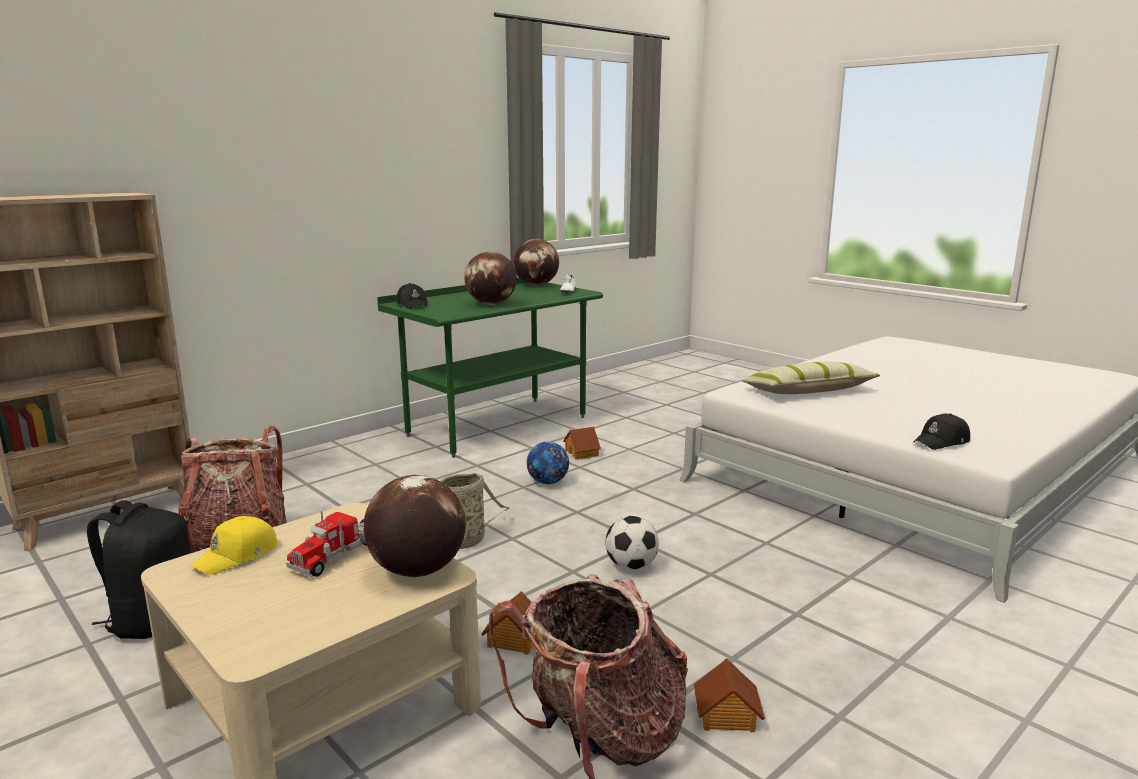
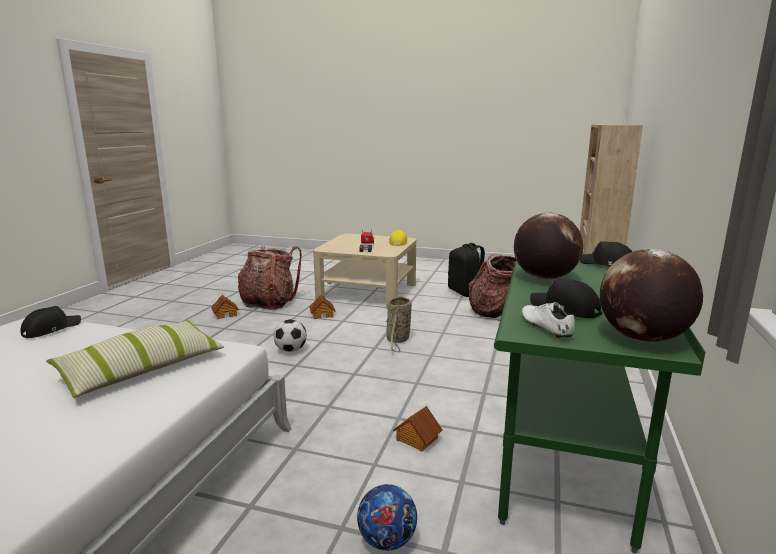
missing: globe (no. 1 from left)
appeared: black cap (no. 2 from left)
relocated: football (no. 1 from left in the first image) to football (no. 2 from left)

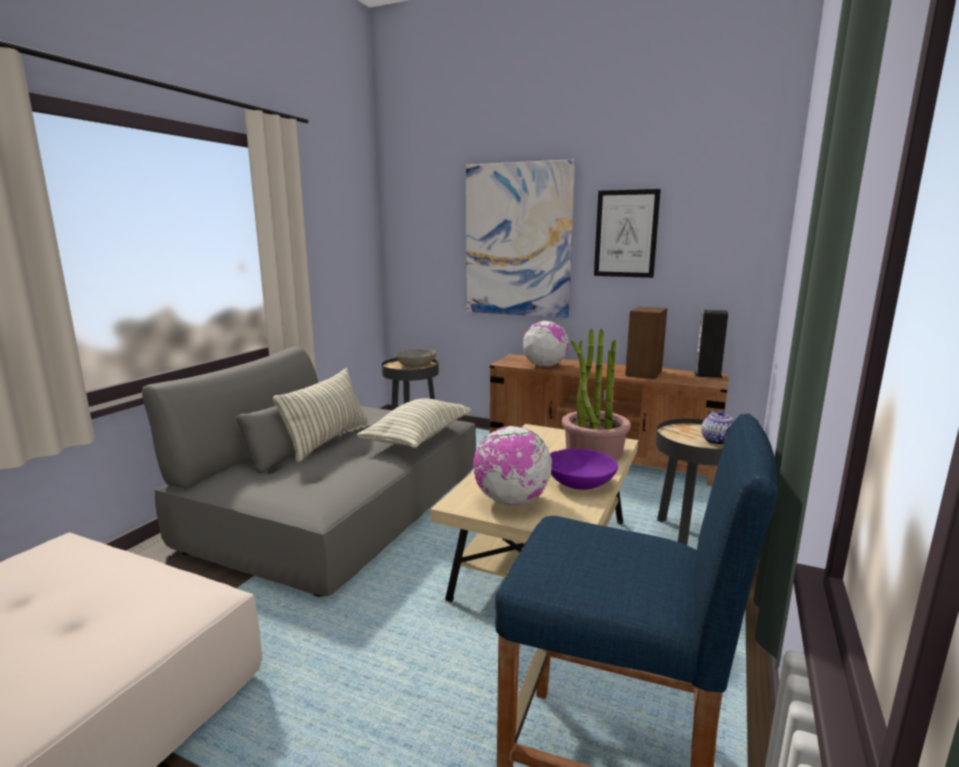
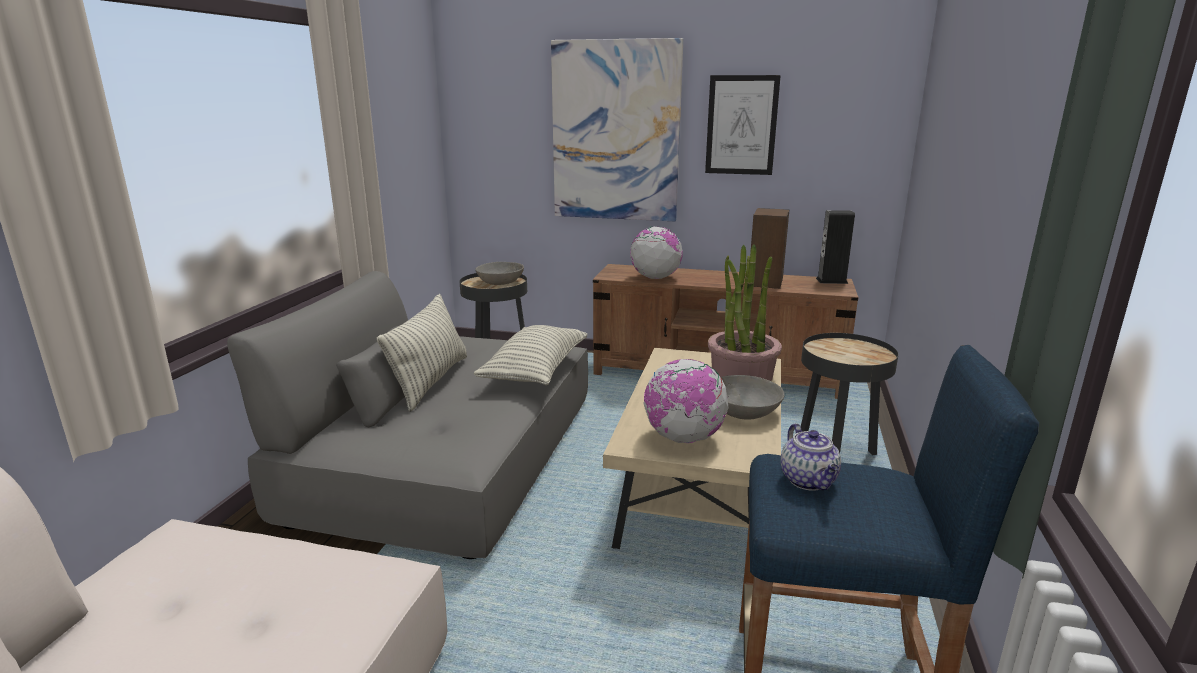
relocated: teapot
colour: purple bowl to grey bowl (no. 2 from left)

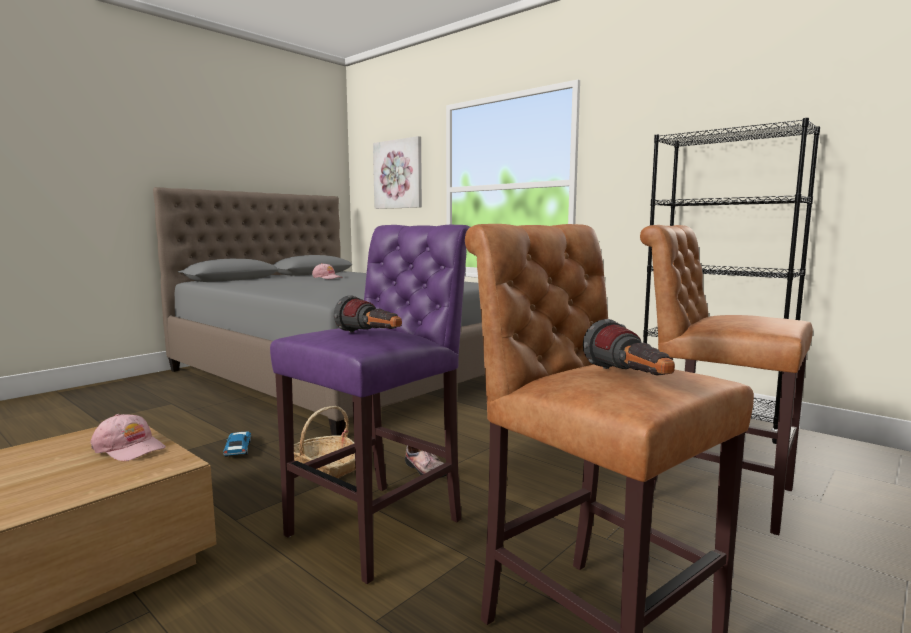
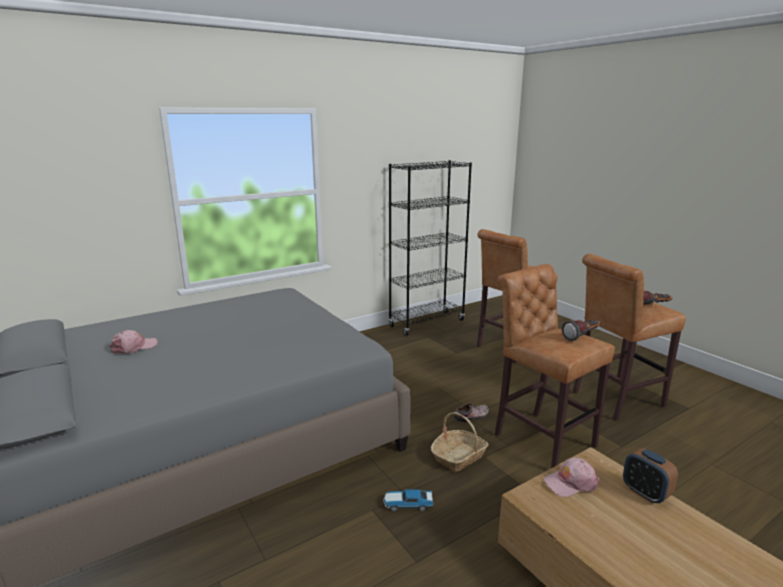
missing: picture
appeared: alarm clock
colour: purple stool to brown stool (no. 2 from left)
spun: pink cap (no. 1 from left in the first image) 150 degrees counterclockwise

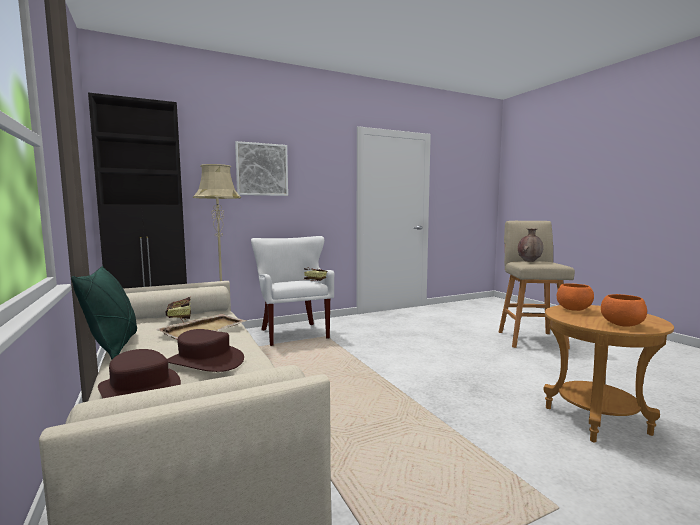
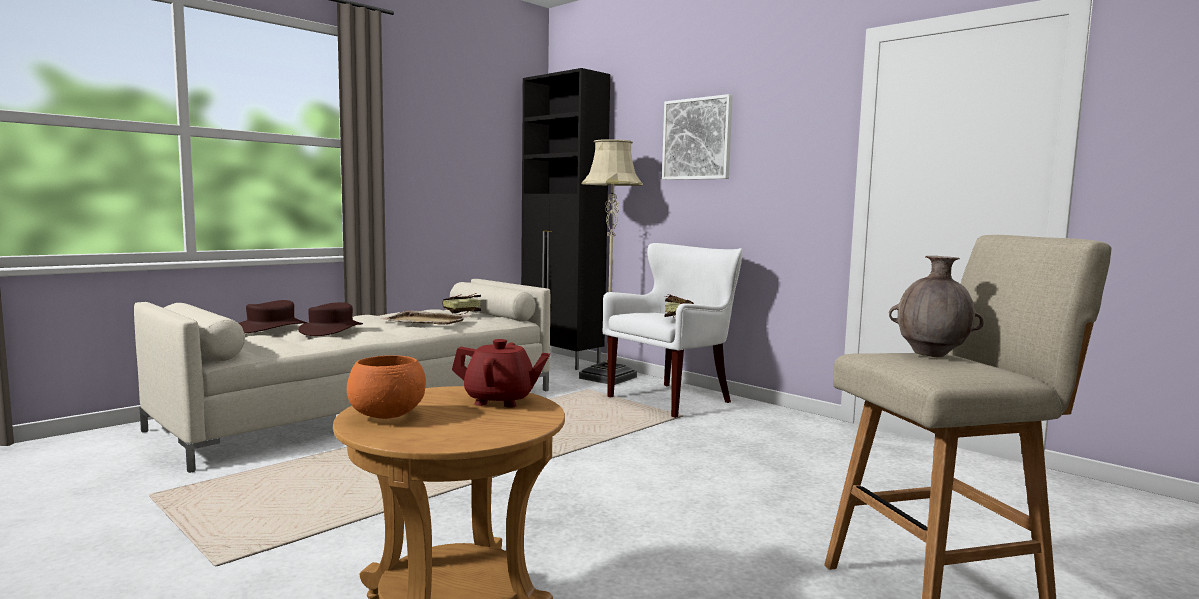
missing: green pillow
exchanged: orange bowl (no. 1 from left) to red teapot

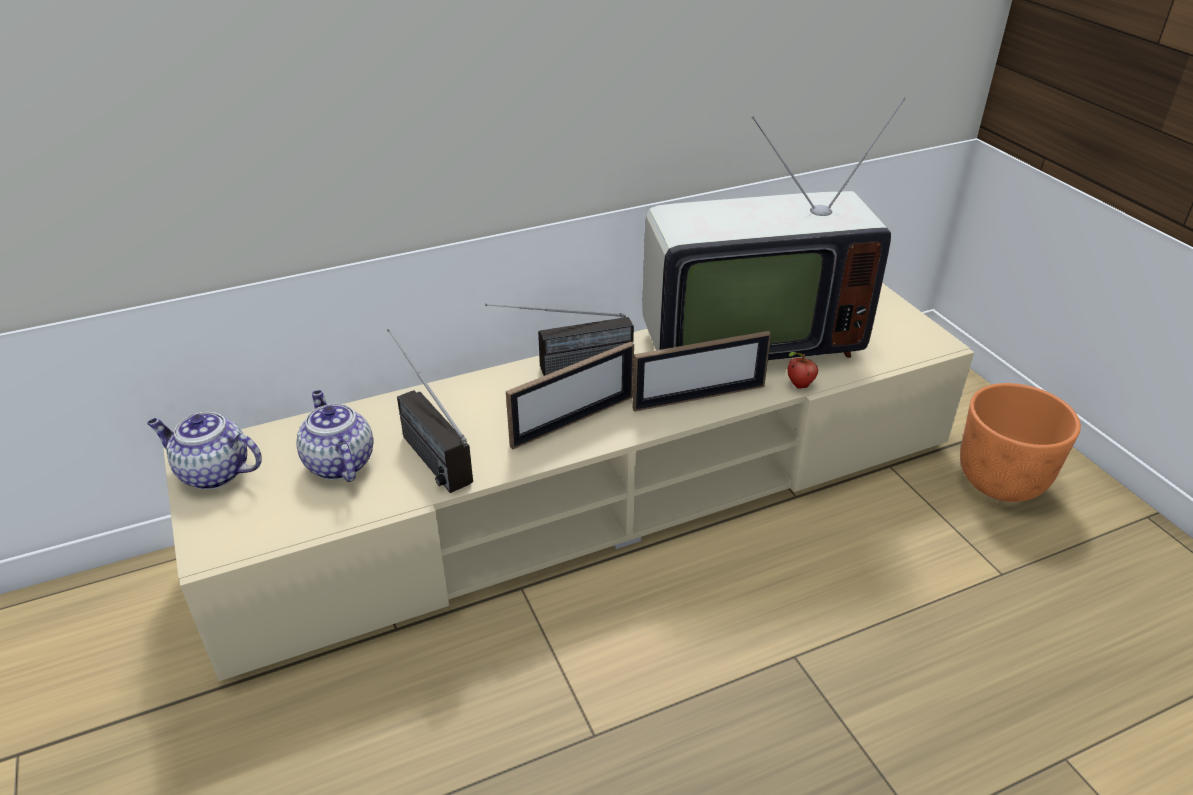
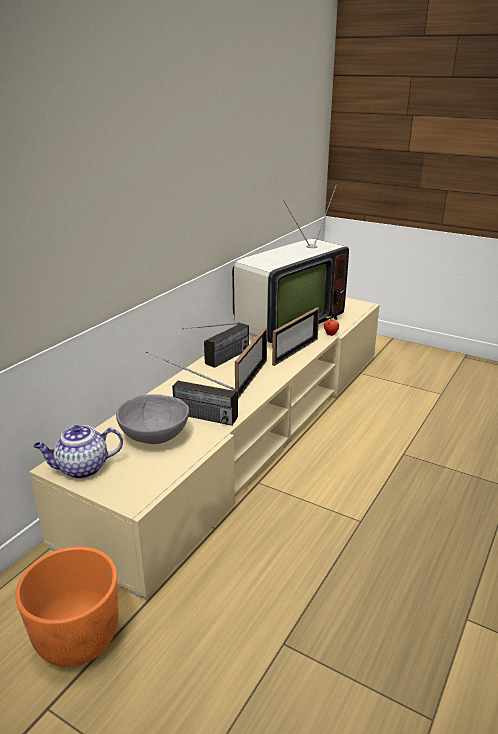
relocated: orange planter
exchanged: teapot (no. 2 from left) to grey bowl

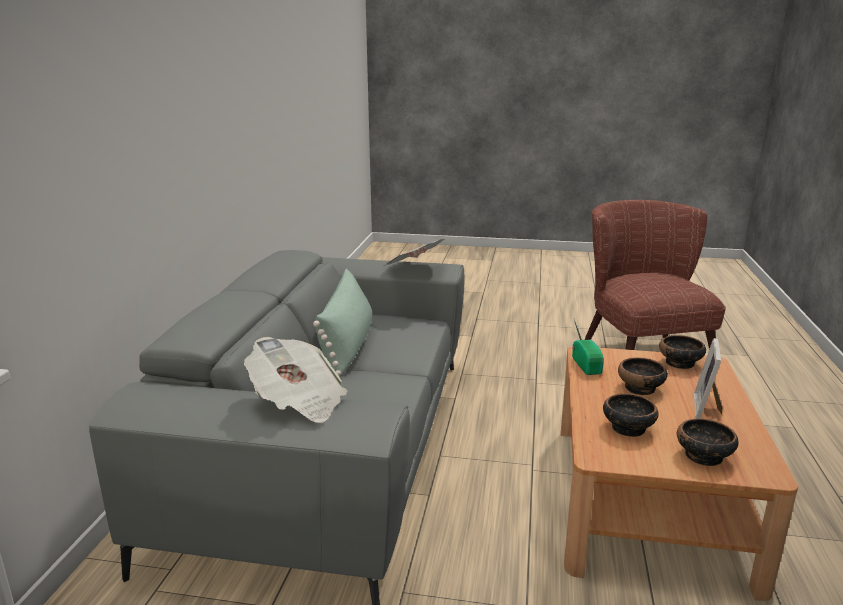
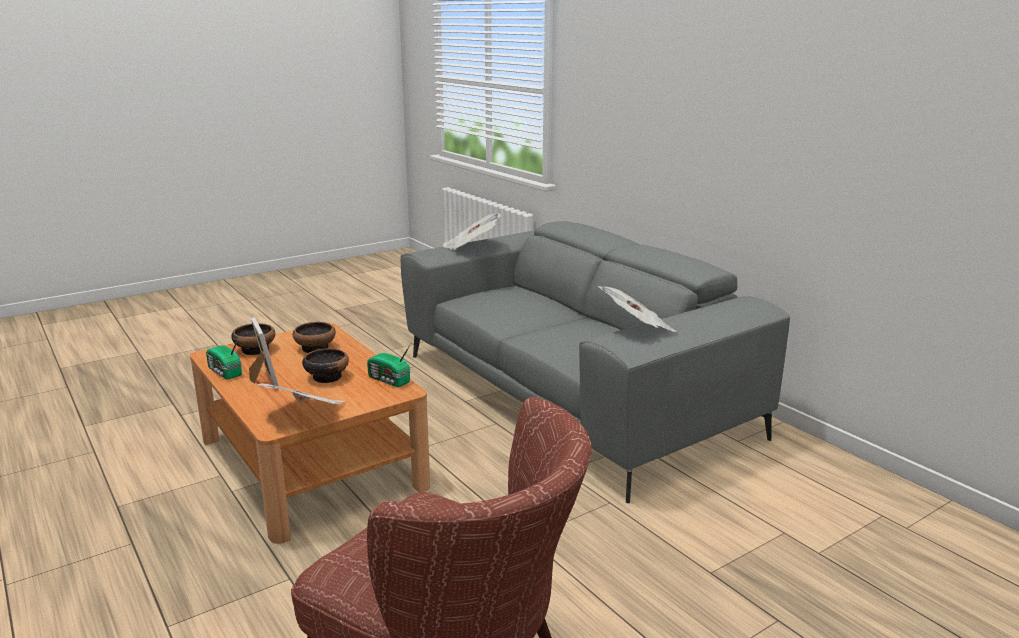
missing: green pillow
appeared: radio (no. 1 from left)
exchanged: bowl (no. 3 from left) to newspaper (no. 1 from left)

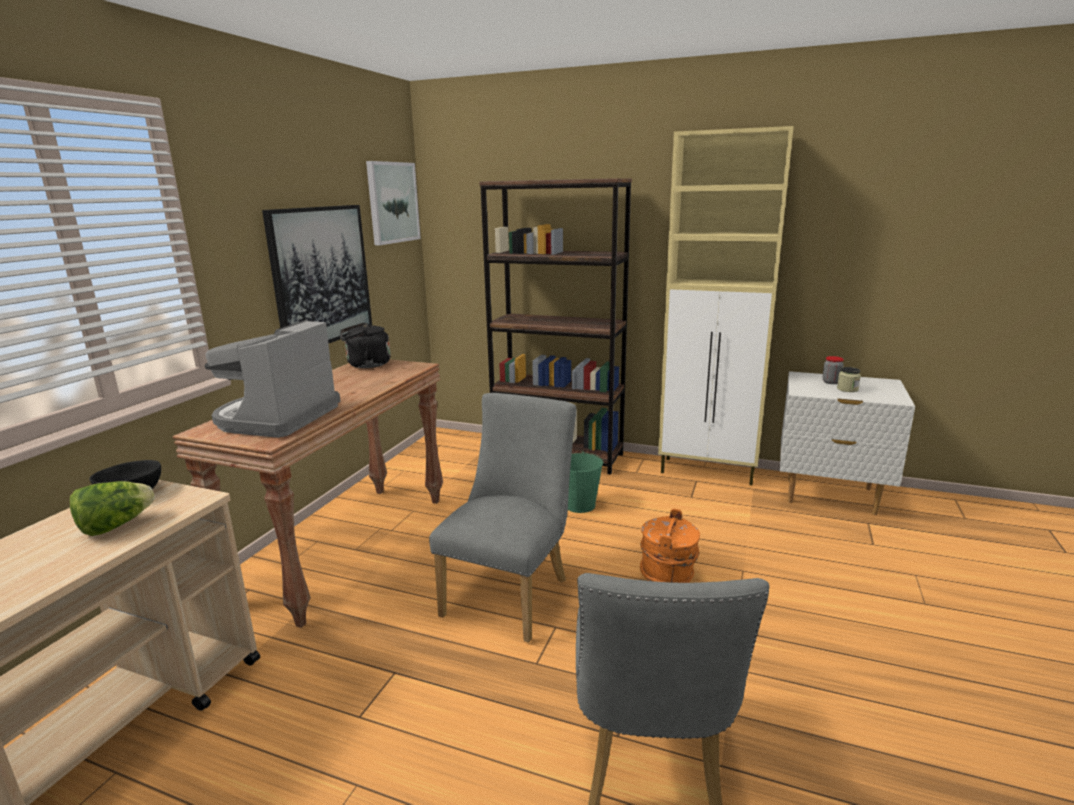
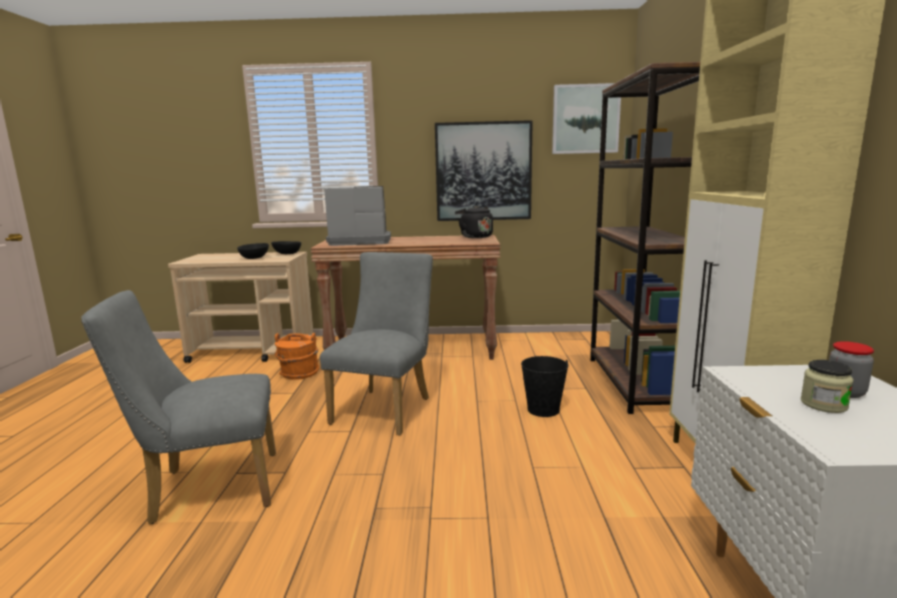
relocated: orange bucket
exchanged: lettuce to black bowl (no. 1 from left)
colour: green bucket to black bucket
spun: grey chair (no. 1 from left in the first image) 75 degrees counterclockwise

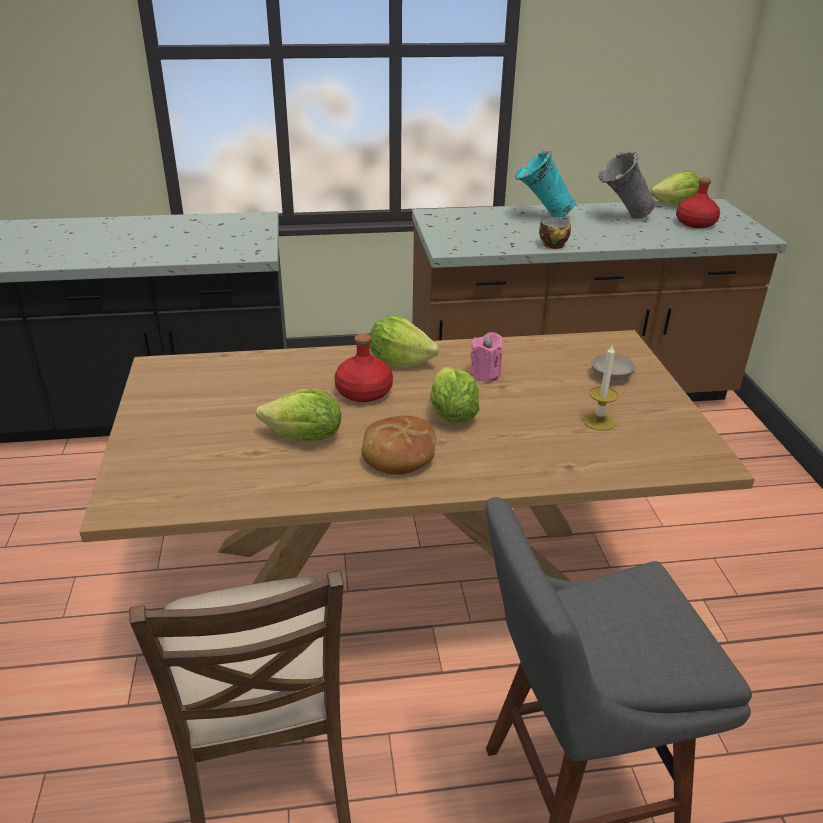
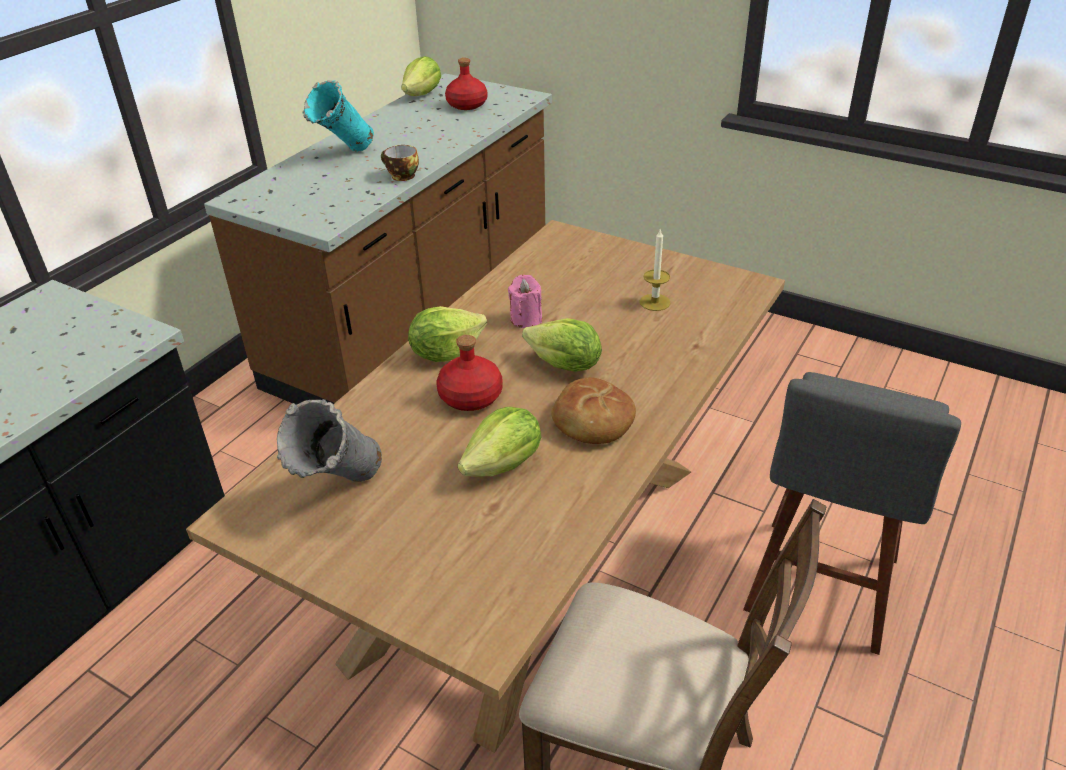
missing: beige bowl
relocated: grey vase

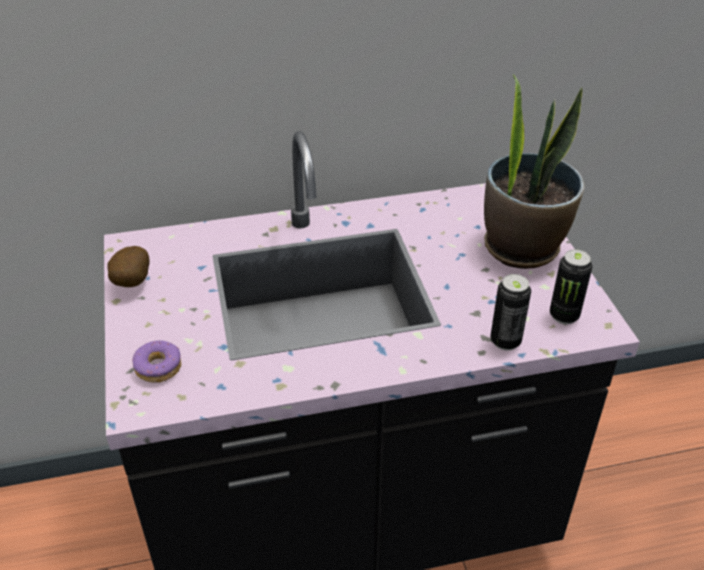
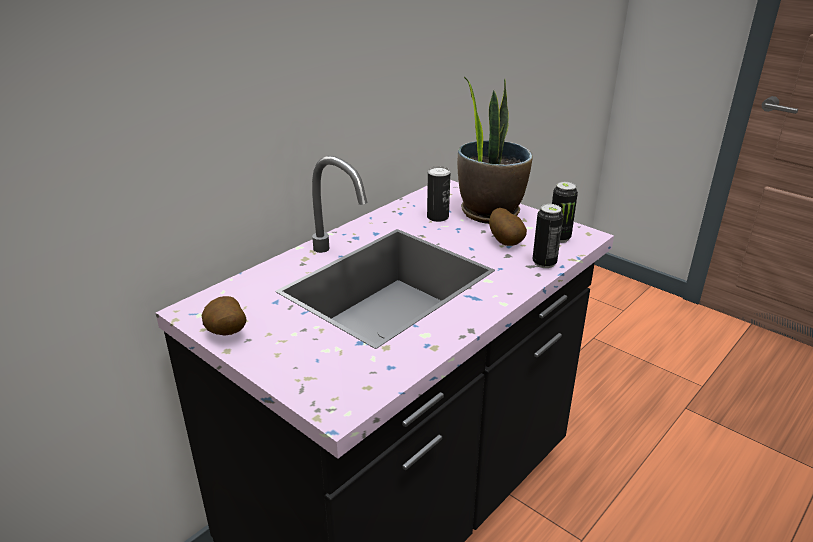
missing: donut
appeared: can (no. 1 from left); potato (no. 2 from left)

